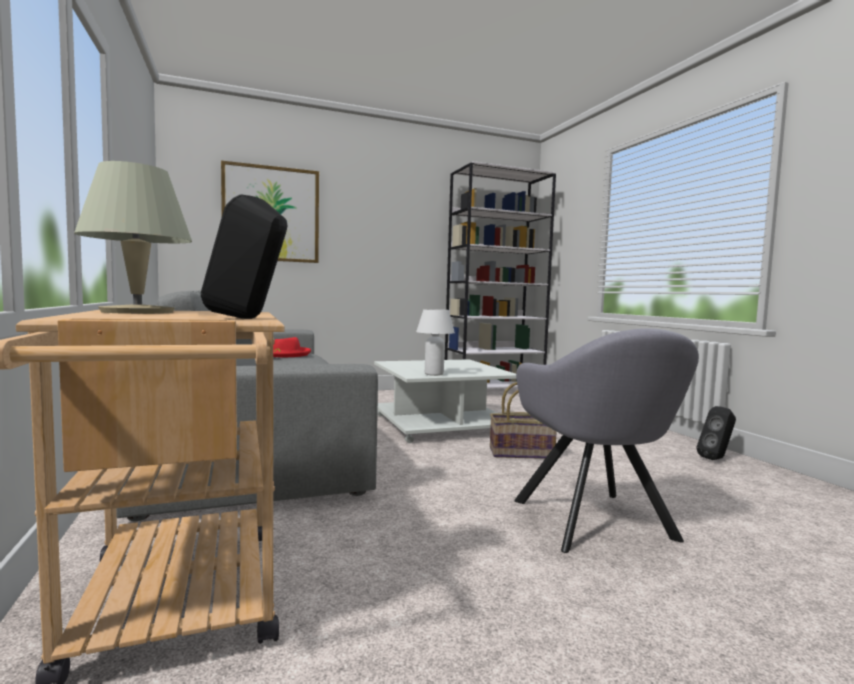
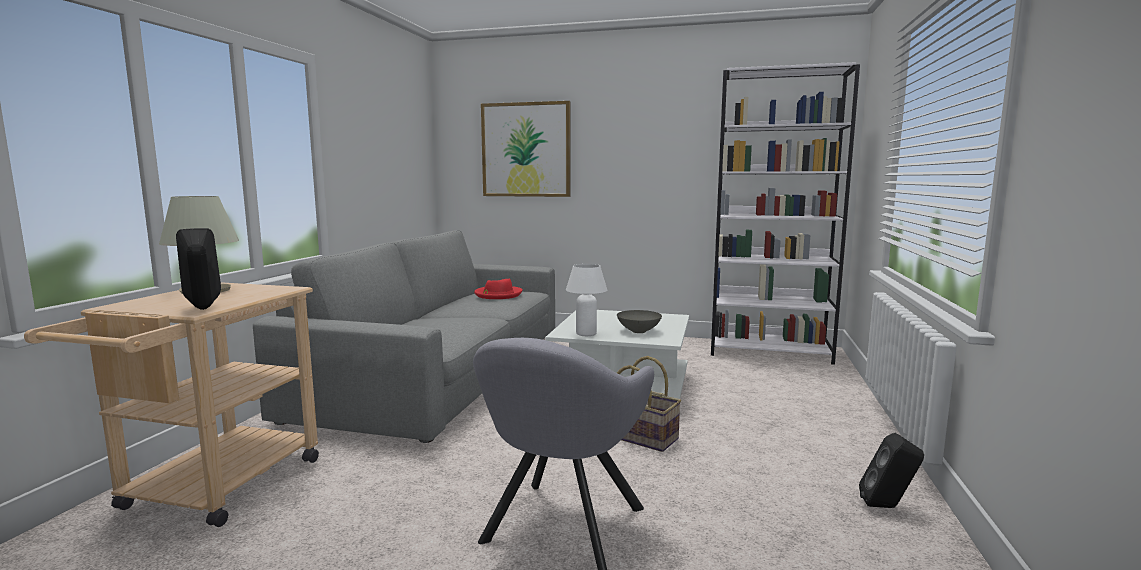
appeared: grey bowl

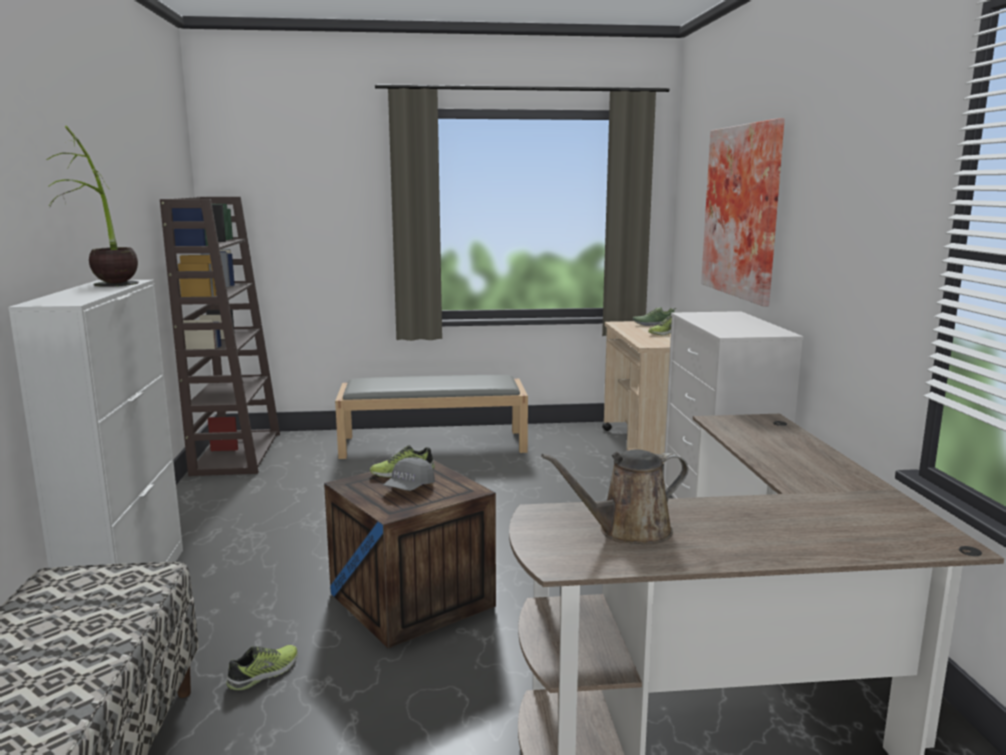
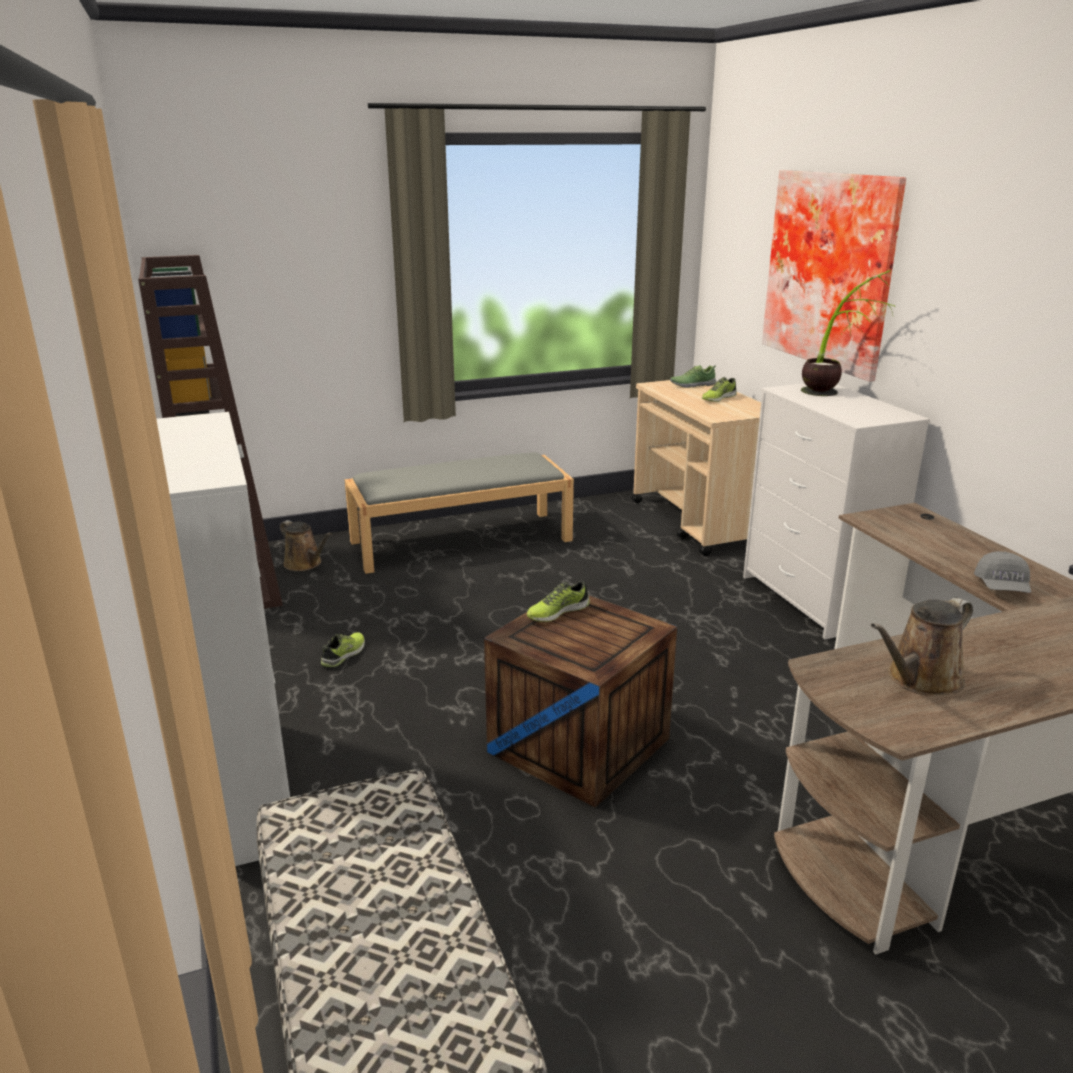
appeared: brown watering can (no. 1 from left)
relocated: potted plant; shoe (no. 1 from left); grey cap

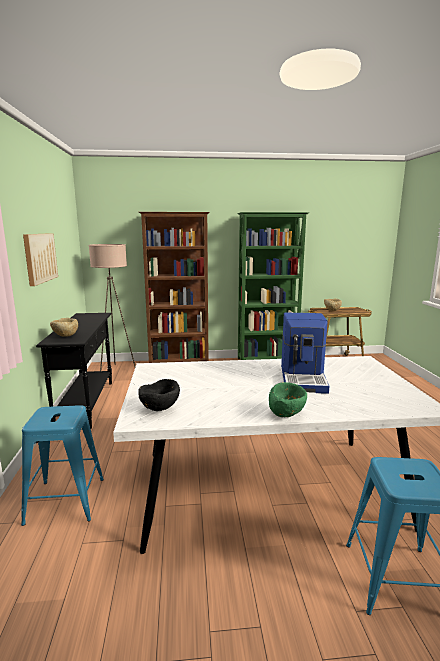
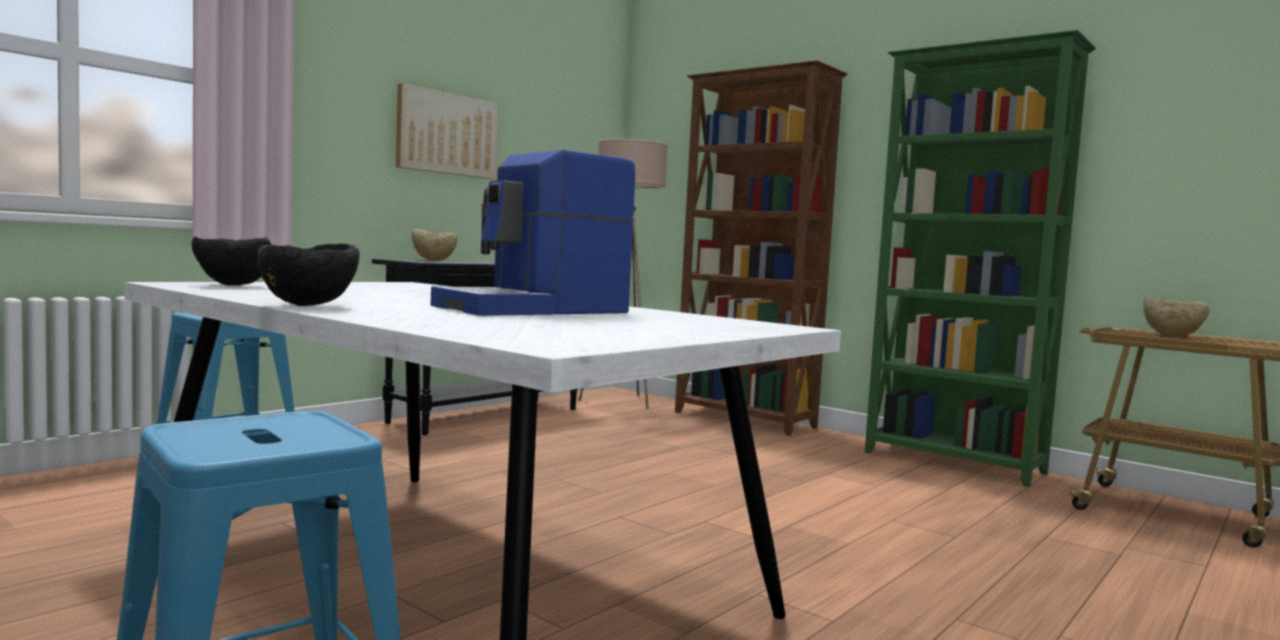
colour: green bowl to black bowl (no. 2 from left)

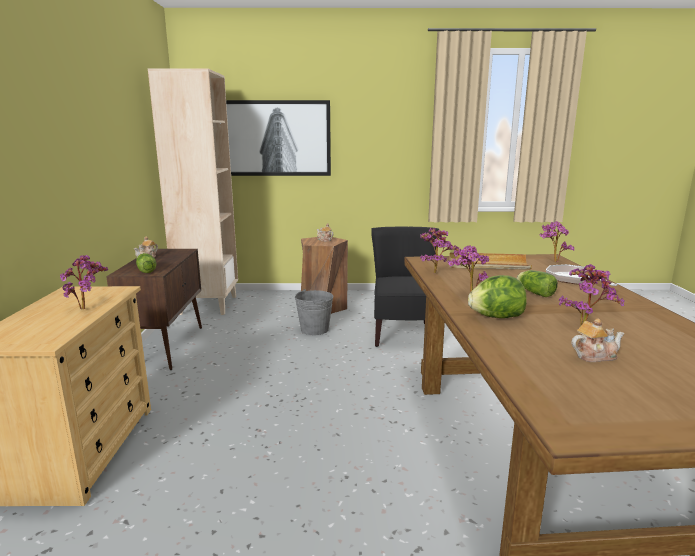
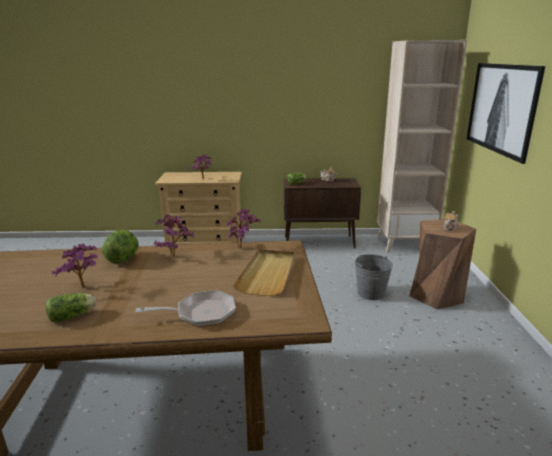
missing: black chair; potted plant (no. 4 from left); teapot (no. 3 from left)
relocated: lettuce (no. 3 from left in the first image) to lettuce (no. 1 from left)

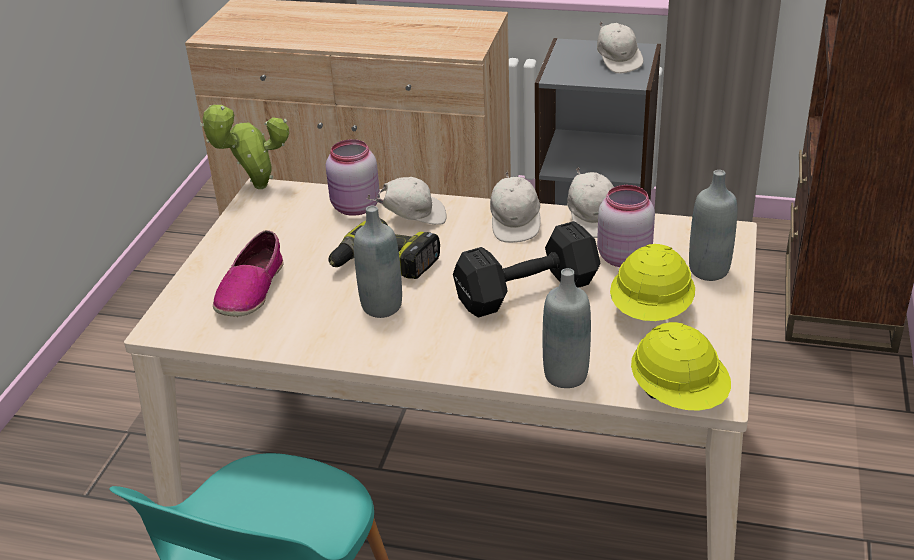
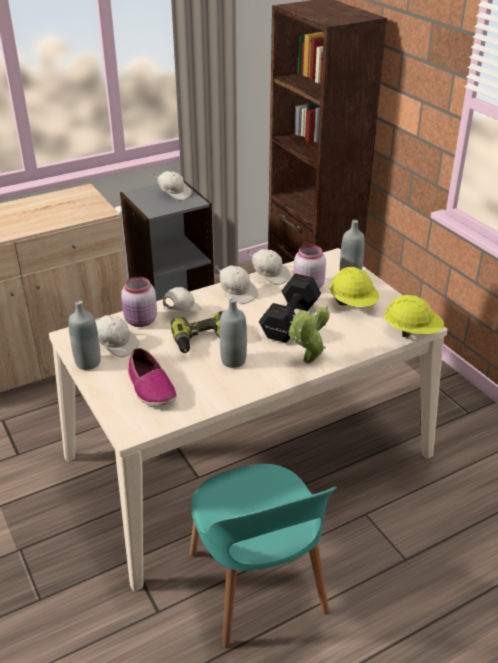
appeared: white cap (no. 1 from left)
relocated: potted plant; grey bottle (no. 2 from left in the first image) to grey bottle (no. 1 from left)

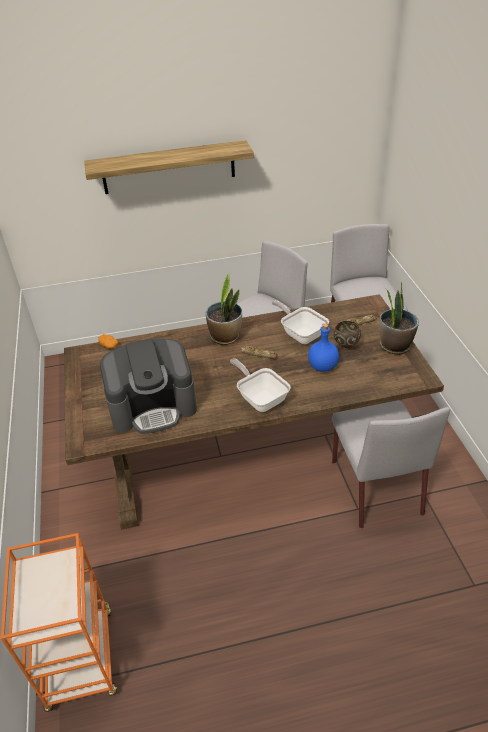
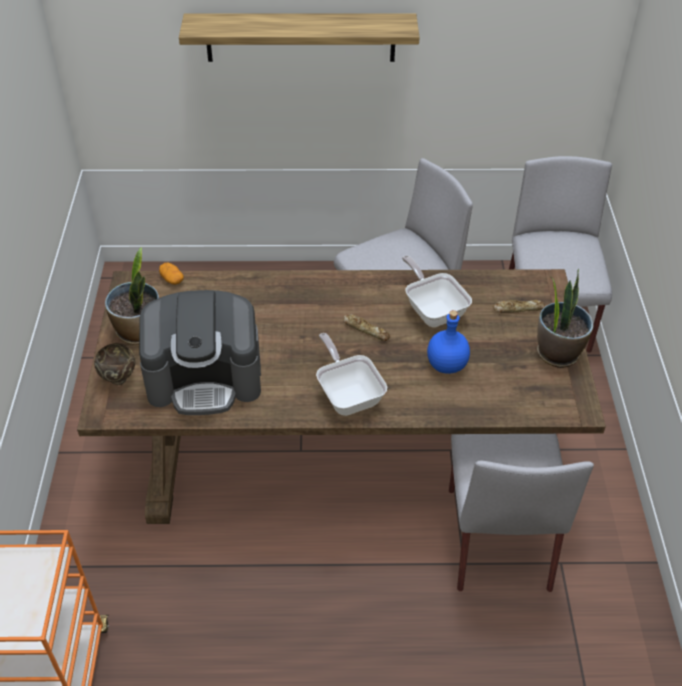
relocated: potted plant (no. 1 from left); brown bowl

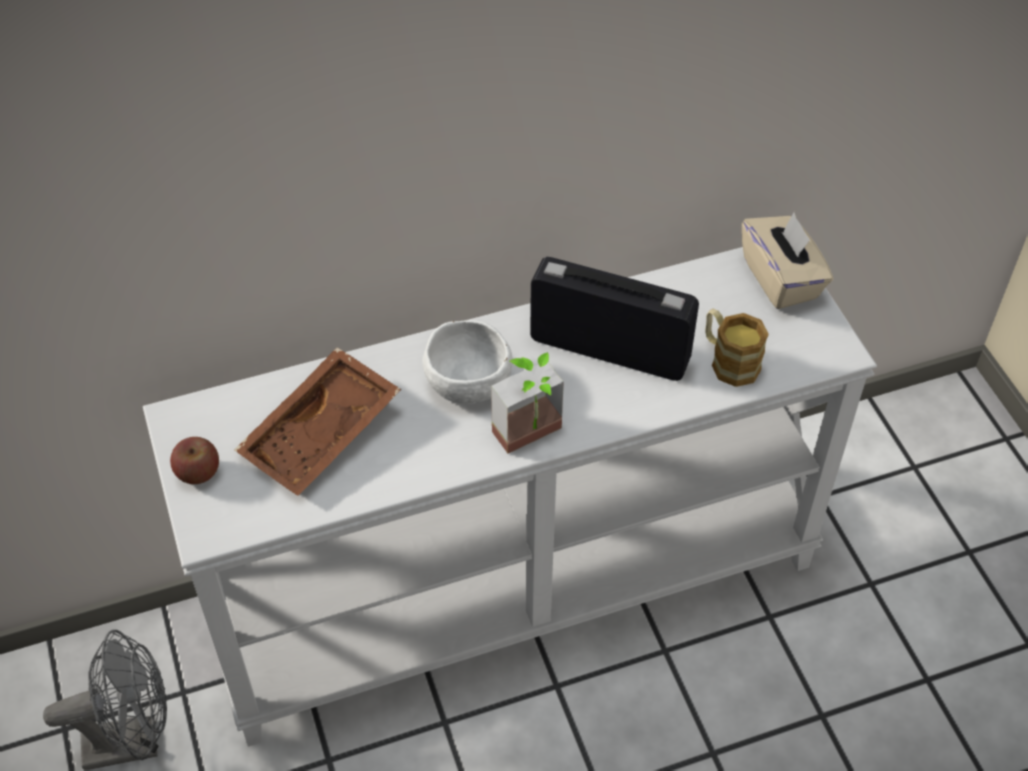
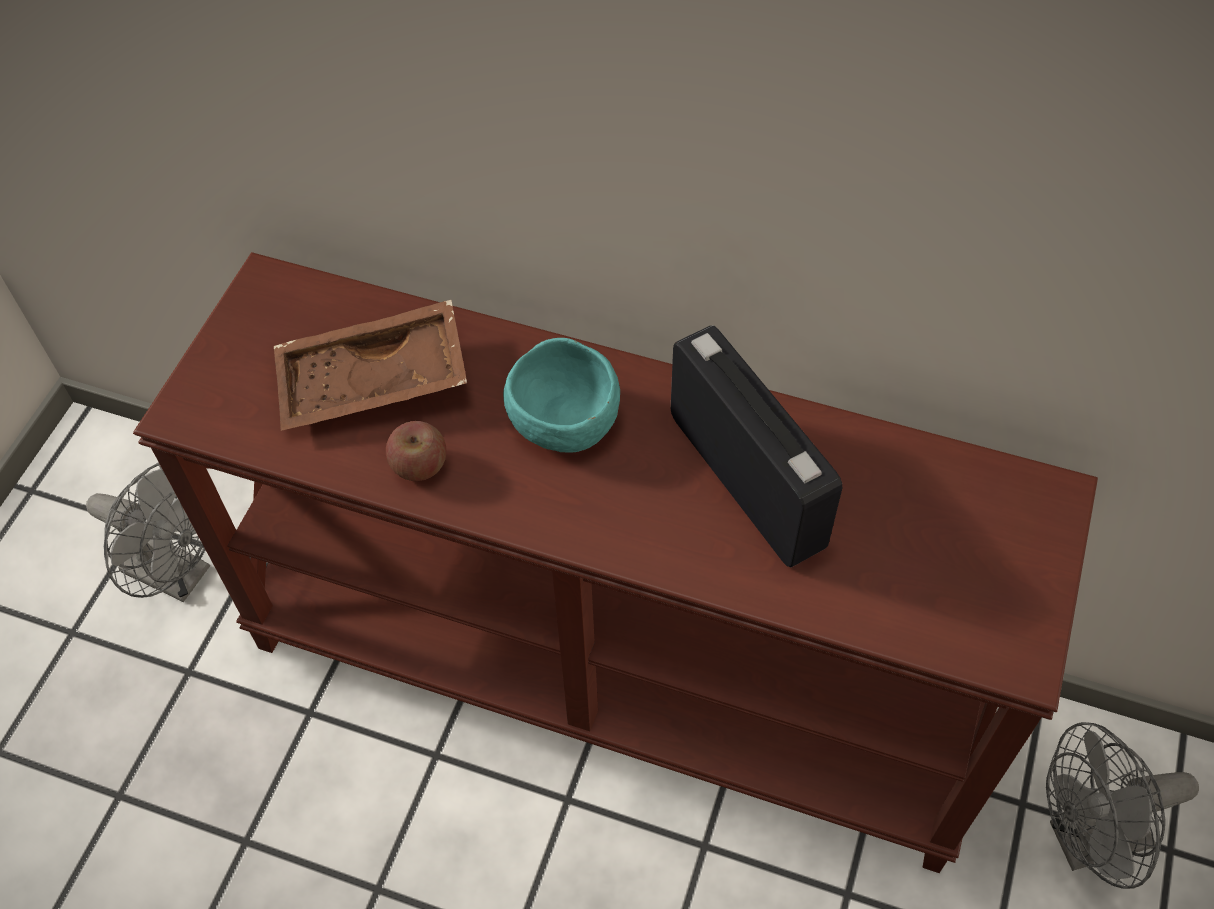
missing: potted plant; mug; beige tissue box
appeared: grey fan (no. 2 from left)
relocated: apple
colour: white console table to brown console table; white bowl to turquoise bowl

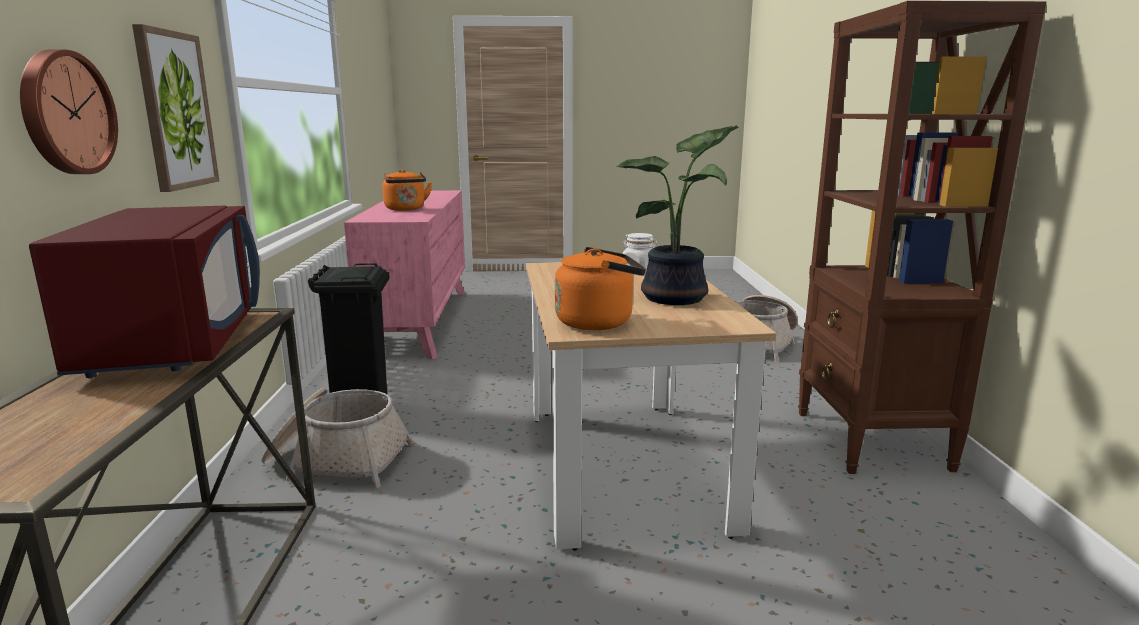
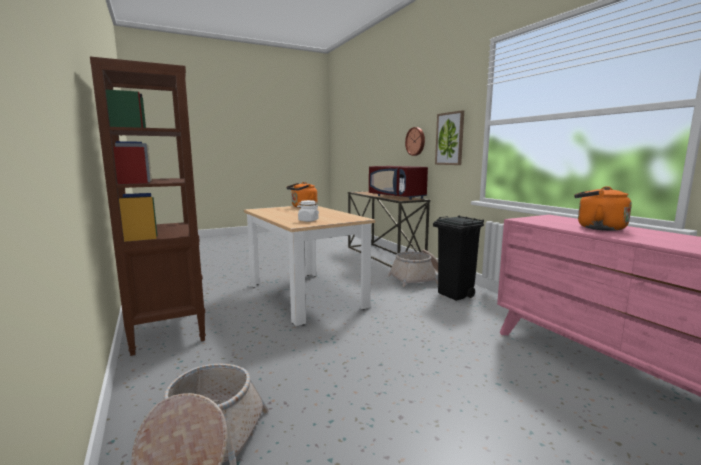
missing: potted plant

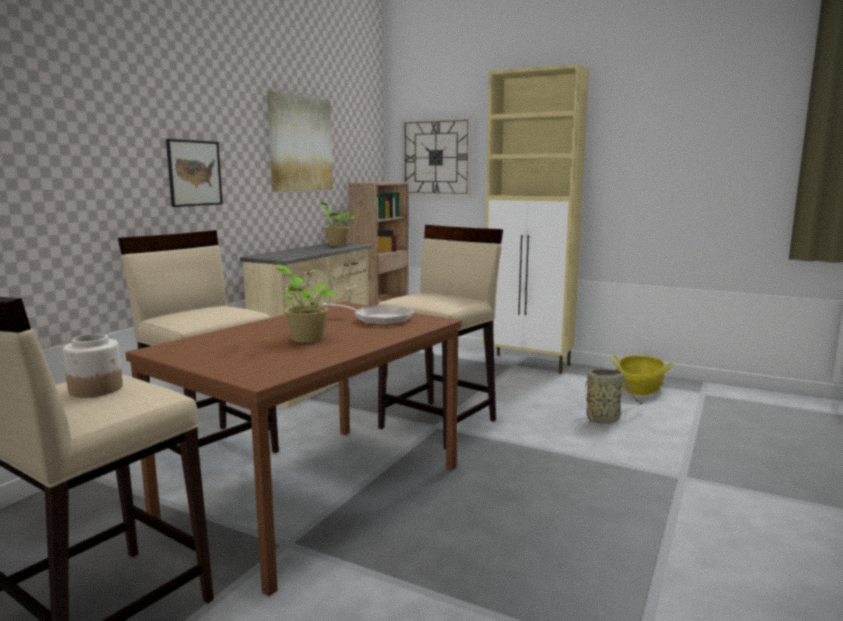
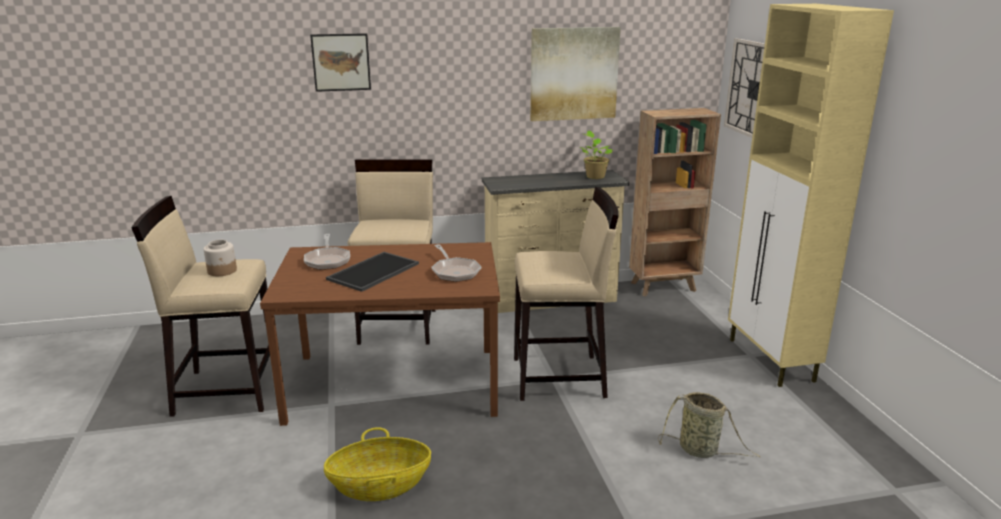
appeared: frying pan (no. 1 from left)
relocated: picture (no. 1 from left); basket (no. 2 from left in the first image) to basket (no. 1 from left)
exchanged: potted plant (no. 1 from left) to tray

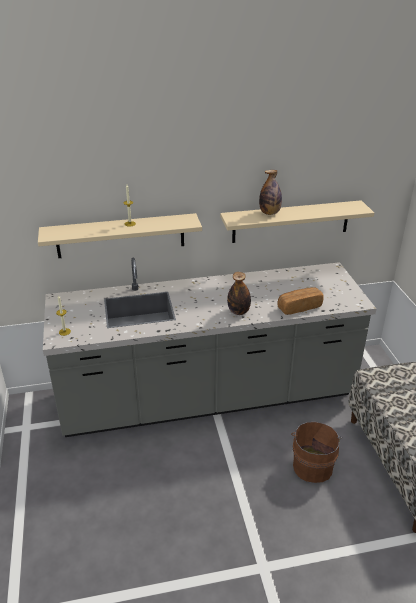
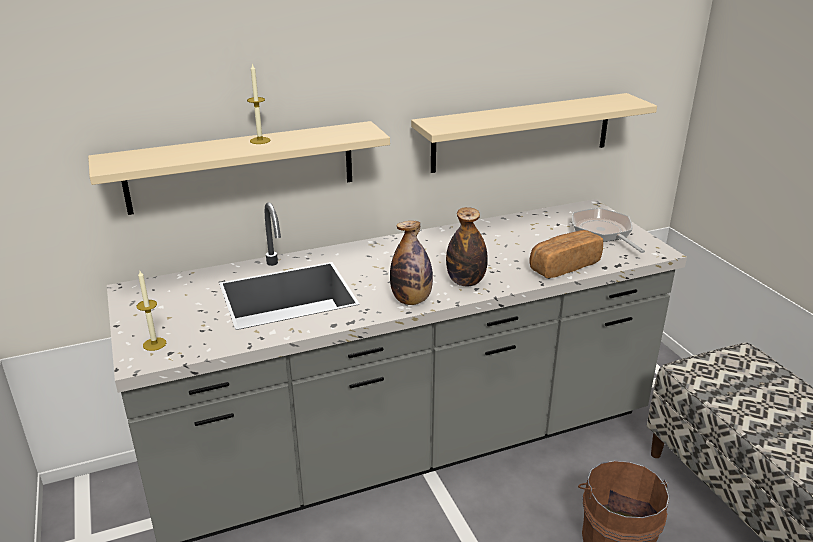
appeared: frying pan
relocated: bottle (no. 2 from left in the first image) to bottle (no. 1 from left)

